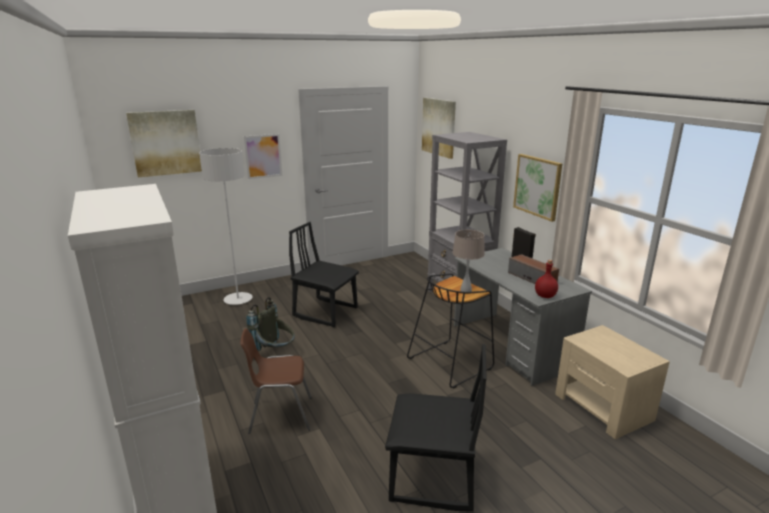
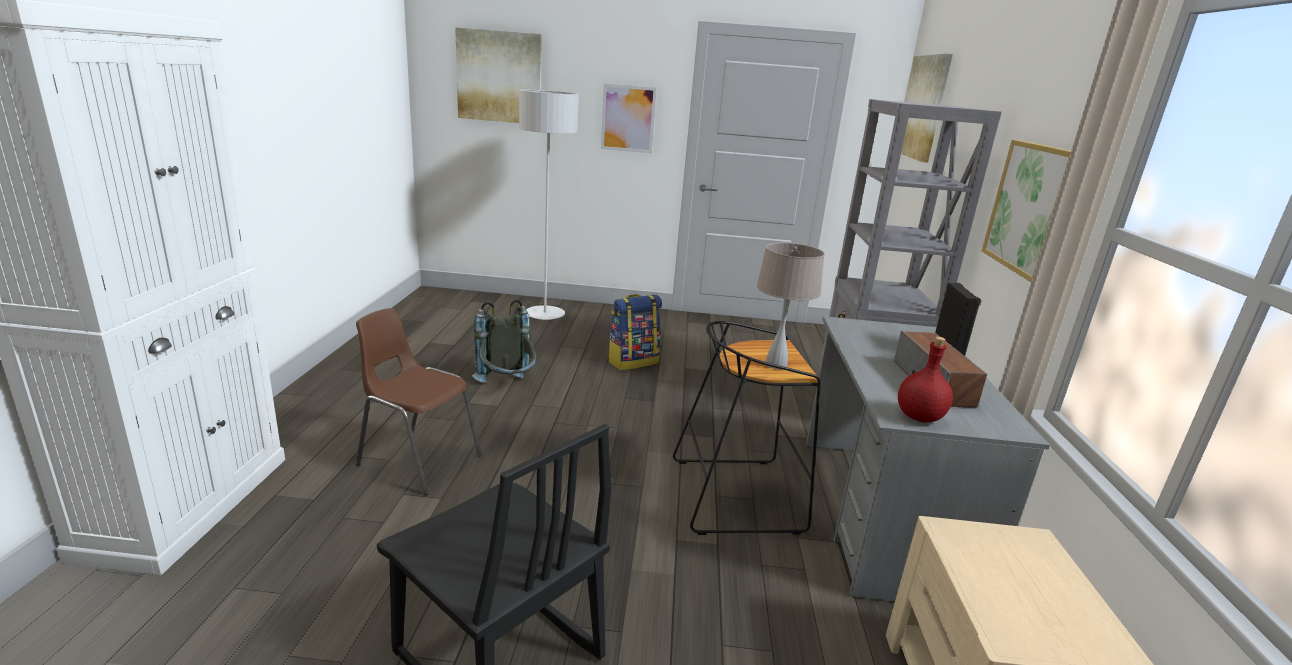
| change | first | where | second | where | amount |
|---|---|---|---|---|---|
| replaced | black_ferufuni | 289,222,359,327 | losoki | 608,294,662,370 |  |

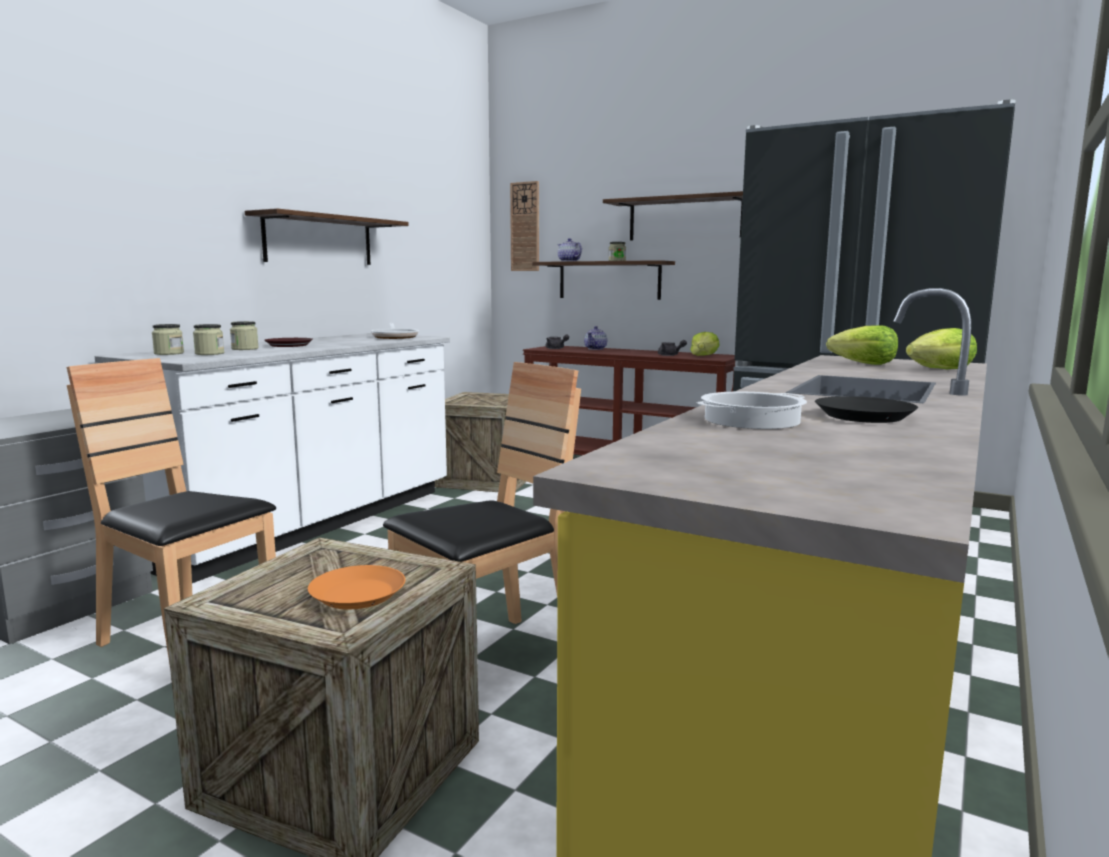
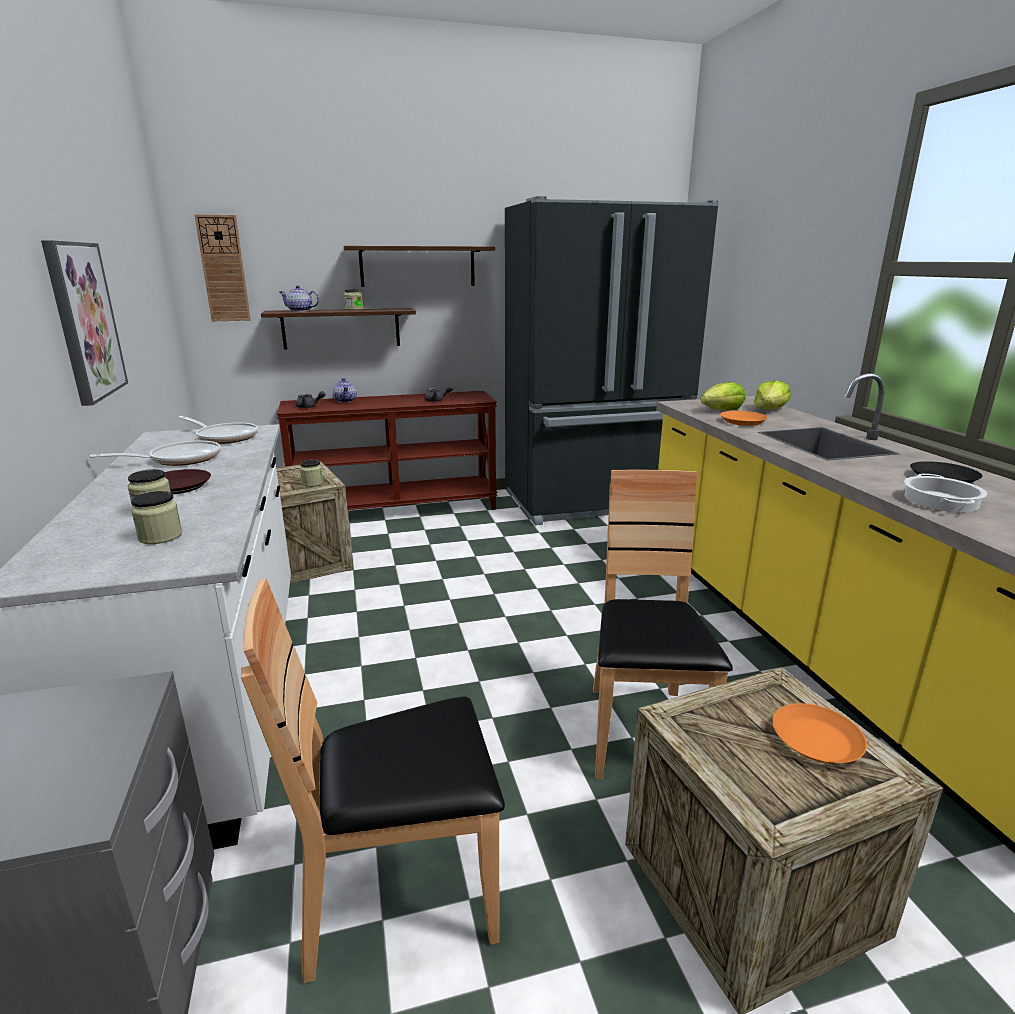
| change | first | where | second | where | amount |
|---|---|---|---|---|---|
| moved | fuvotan | 152,324,184,355 |  | 300,460,323,487 |  |
| replaced | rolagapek | 245,208,409,265 | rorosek | 41,240,128,406 |  |
| removed | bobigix | 690,332,720,356 |  |  |  |
| added |  |  | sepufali | 90,441,221,466 |  |
| added |  |  | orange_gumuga | 720,411,768,426 |  |

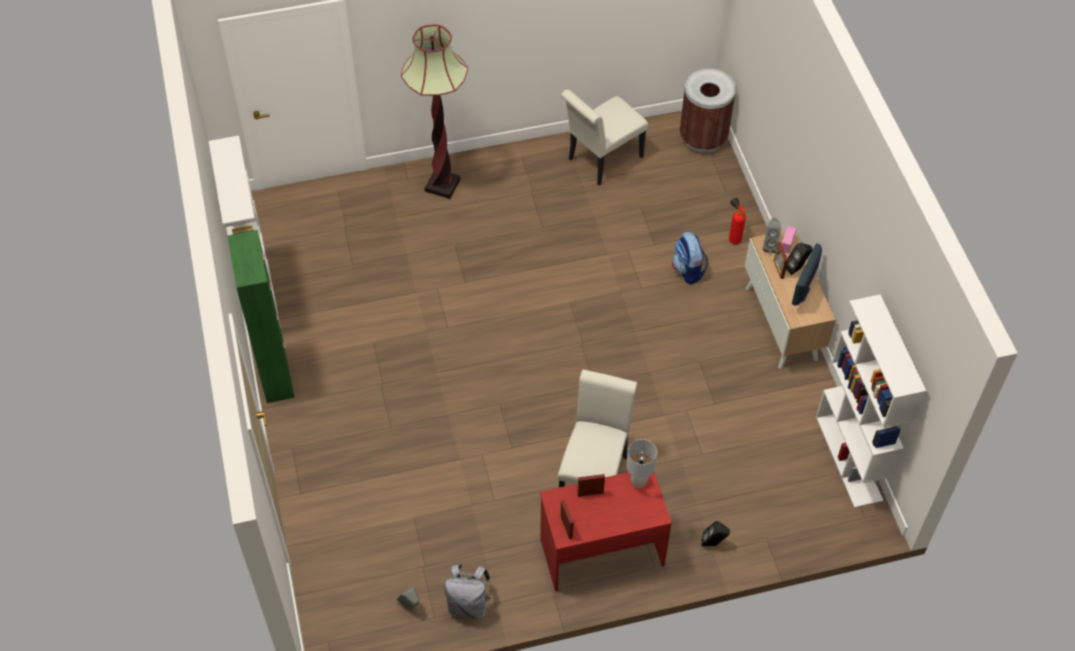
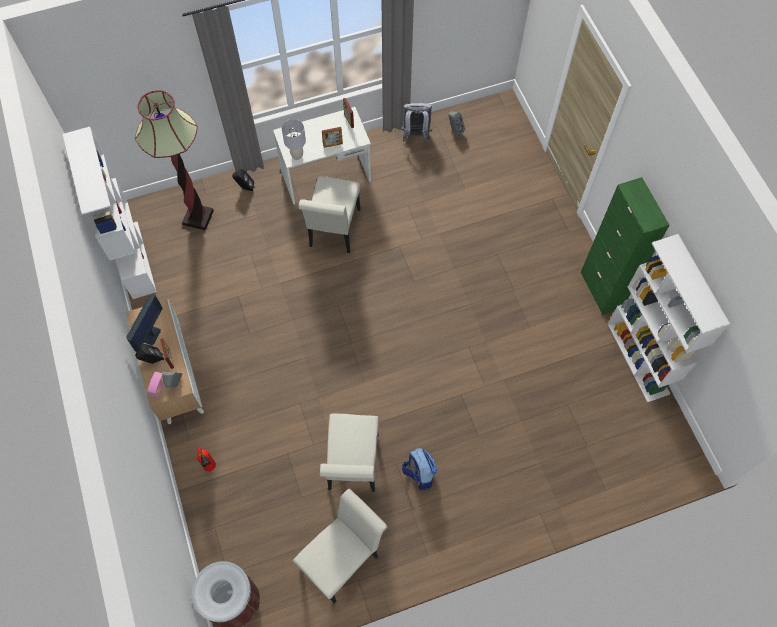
| change | first | where | second | where | amount |
|---|---|---|---|---|---|
| moved | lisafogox | 401,24,468,199 |  | 135,90,214,230 |  |
| recoloured | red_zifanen | 540,472,672,591 | white_zifanen | 273,107,371,204 |  |
| moved | losoki | 672,232,709,284 |  | 402,448,437,490 |  |
| added |  |  | white_ferufuni | 320,414,379,492 |  |

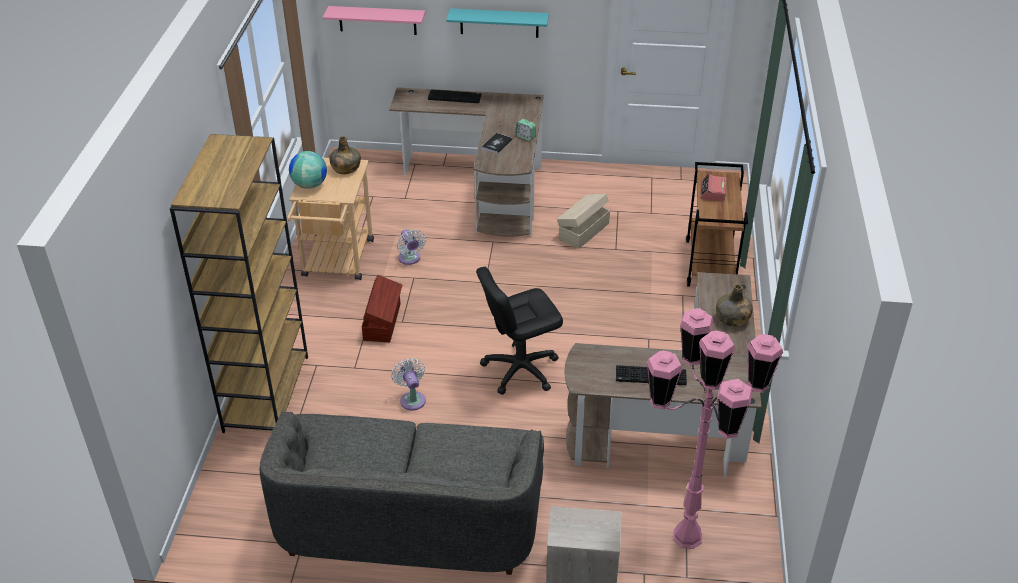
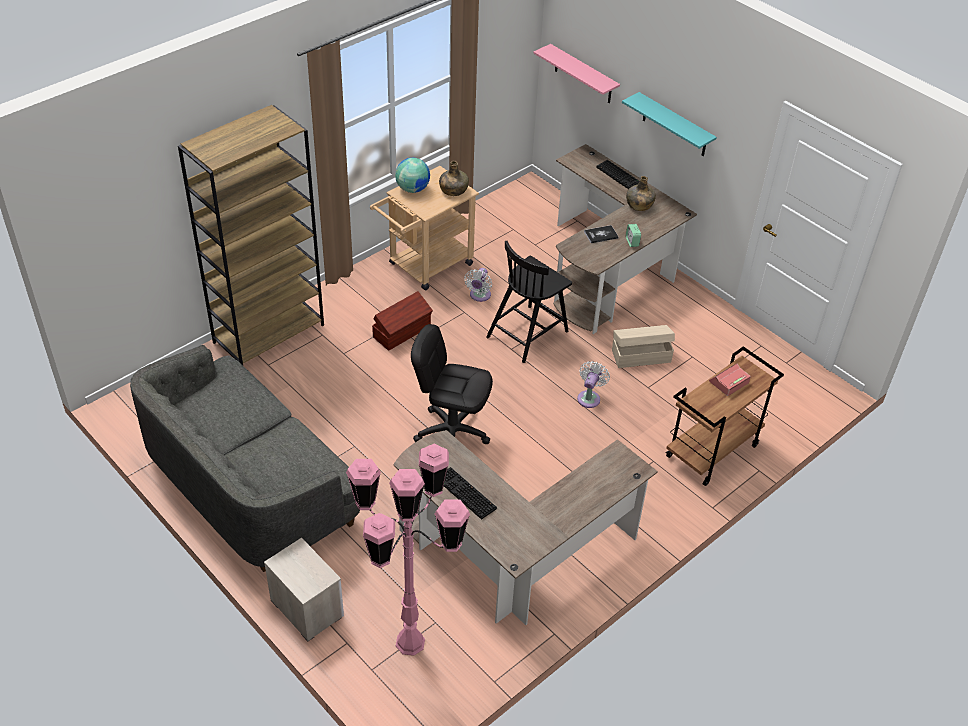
| change | first | where | second | where | amount |
|---|---|---|---|---|---|
| moved | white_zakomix | 391,358,426,410 |  | 577,361,610,408 |  |
| moved | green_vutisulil | 716,284,753,327 |  | 626,176,656,211 |  |
| added |  |  | black_ferufuni | 486,241,572,363 |  |

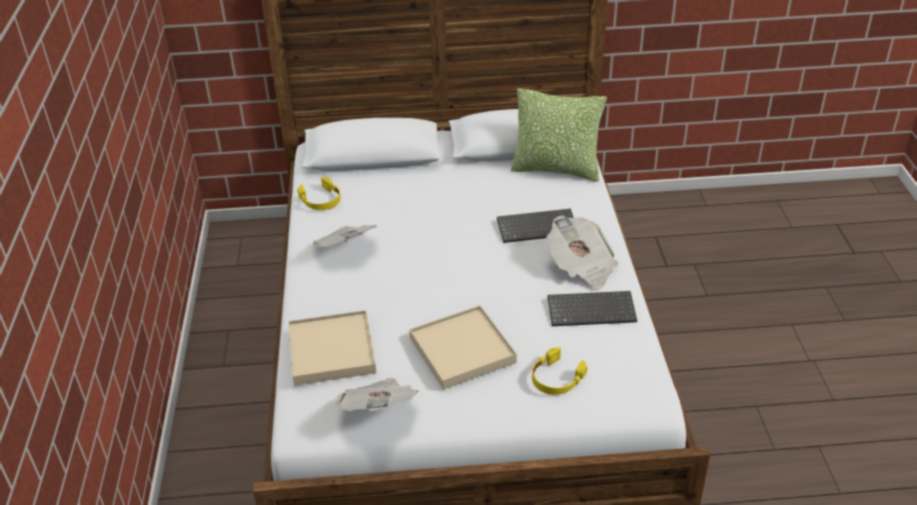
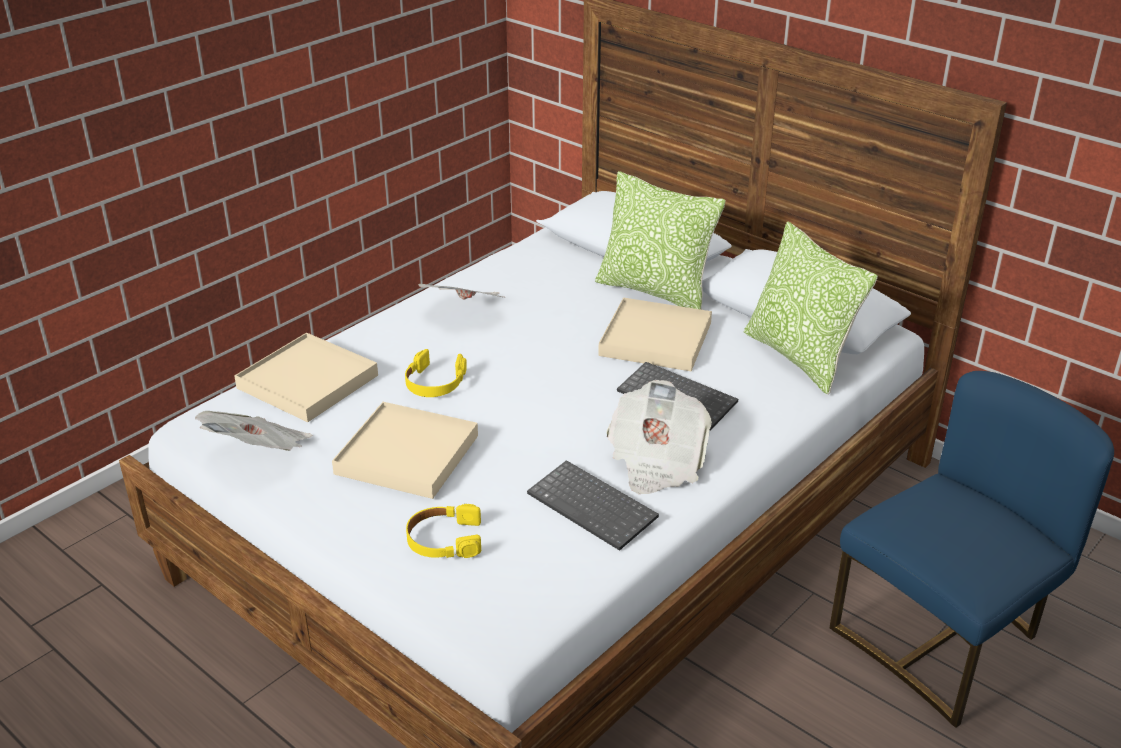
| change | first | where | second | where | amount |
|---|---|---|---|---|---|
| moved | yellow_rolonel | 297,177,341,210 |  | 405,349,467,397 |  |
| added |  |  | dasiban | 595,171,726,310 |  |
| added |  |  | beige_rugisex | 598,298,712,371 |  |
| added |  |  | blue_ferufuni | 830,371,1114,728 |  |

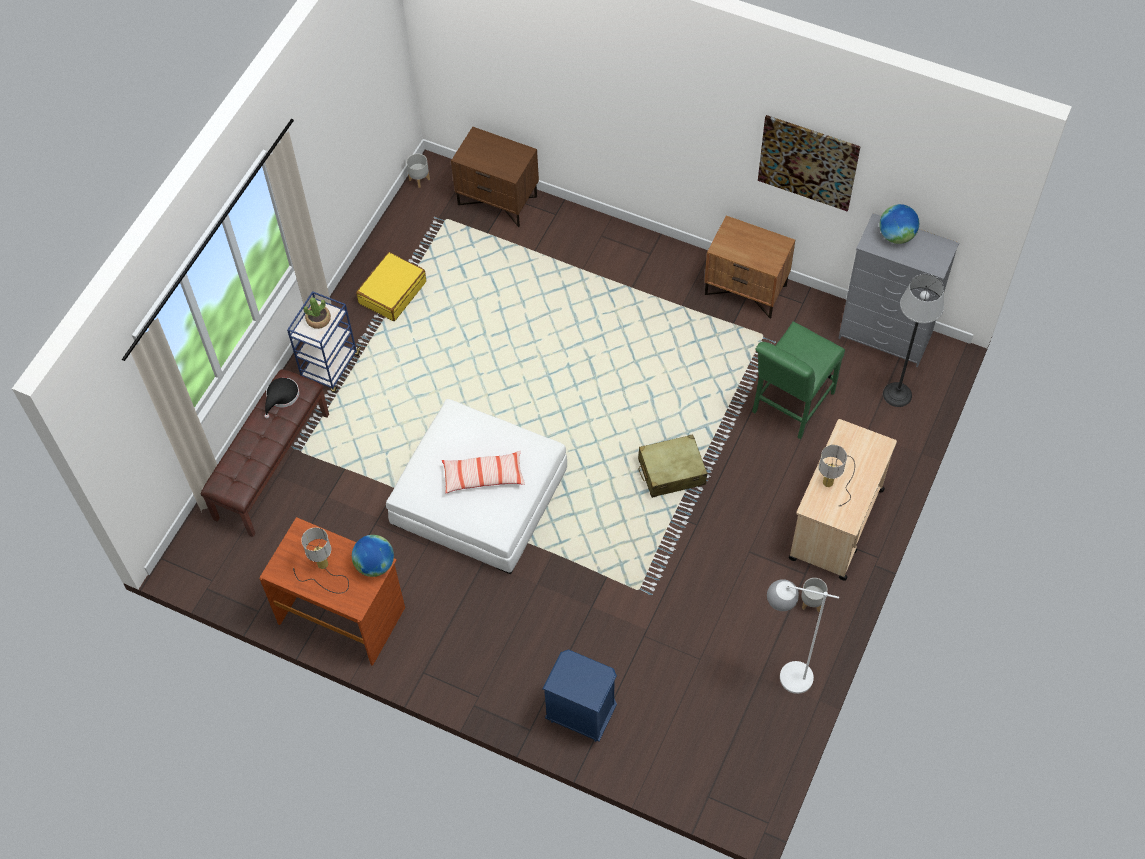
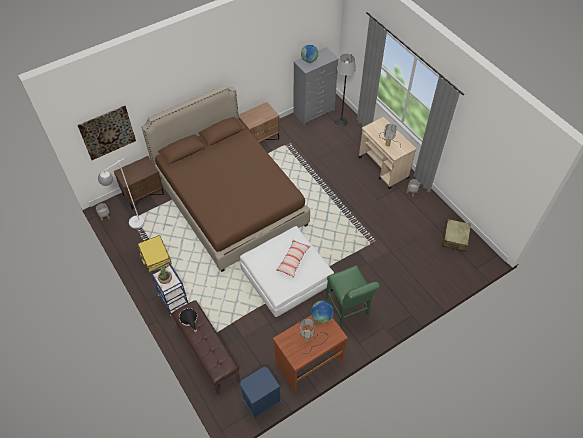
| change | first | where | second | where | amount |
|---|---|---|---|---|---|
| moved | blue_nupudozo | 543,649,617,742 |  | 239,366,281,418 |  |
| moved | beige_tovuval | 638,434,707,498 |  | 442,219,471,252 |  |
| moved | green_ferufuni | 752,321,845,439 |  | 326,265,380,327 |  |
| moved | rorosek | 758,115,861,211 |  | 77,106,136,160 |  |
| moved | white_lisafogox | 767,579,839,694 |  | 98,158,144,228 |  |
| added |  |  | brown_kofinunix | 141,85,310,272 |  |

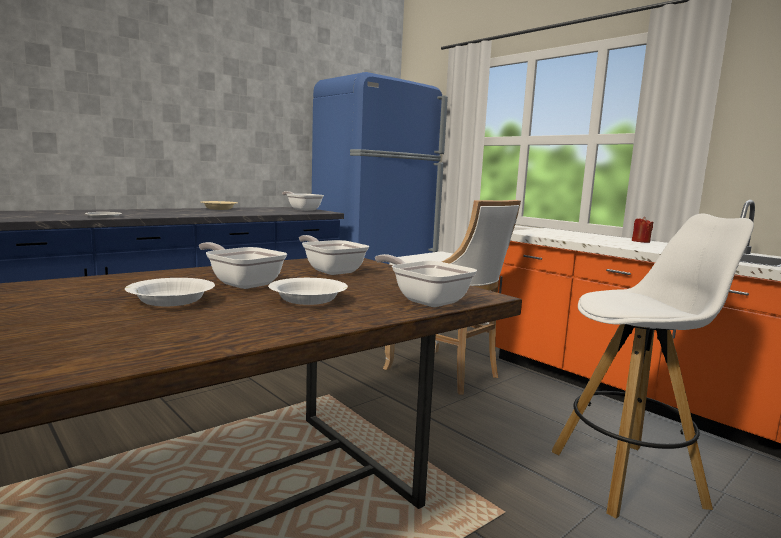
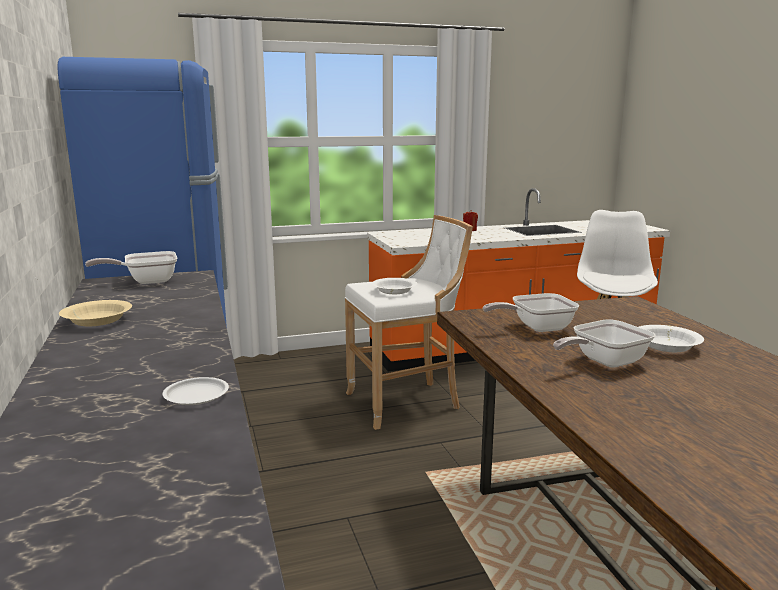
| change | first | where | second | where | amount |
|---|---|---|---|---|---|
| moved | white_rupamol | 125,278,215,306 |  | 372,278,417,294 |  |
| removed | sepufali | 375,254,477,307 |  |  |  |

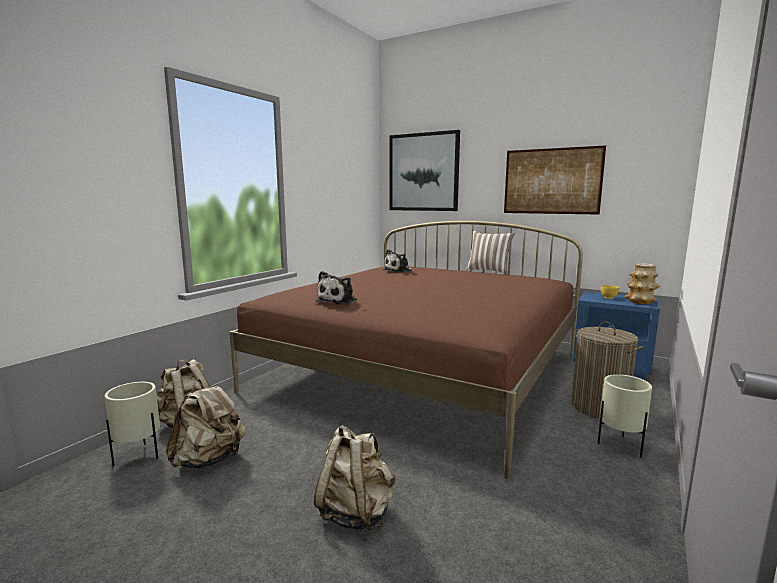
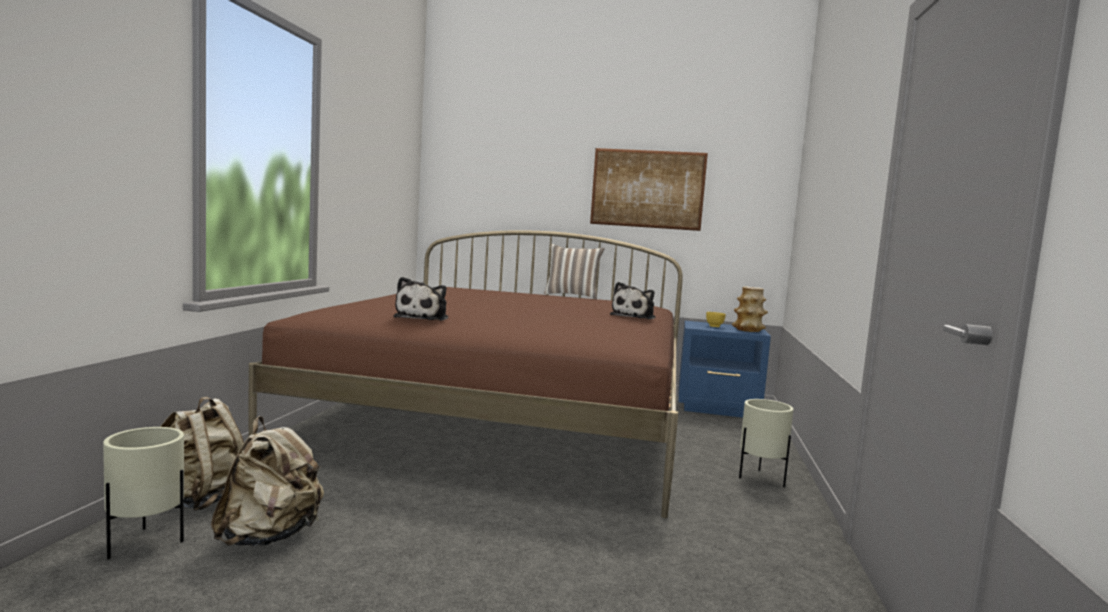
| change | first | where | second | where | amount |
|---|---|---|---|---|---|
| removed | beige_losoki | 314,425,395,531 |  |  |  |
| moved | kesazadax | 383,249,412,273 |  | 610,282,656,319 |  |
| removed | rorosek | 390,130,460,211 |  |  |  |
| removed | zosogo | 571,322,643,419 |  |  |  |

